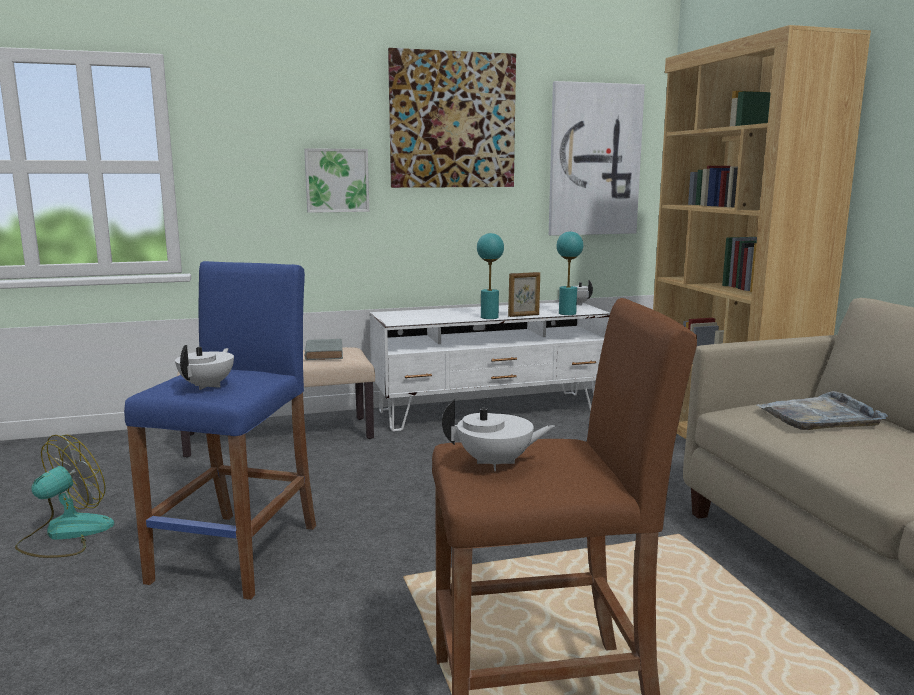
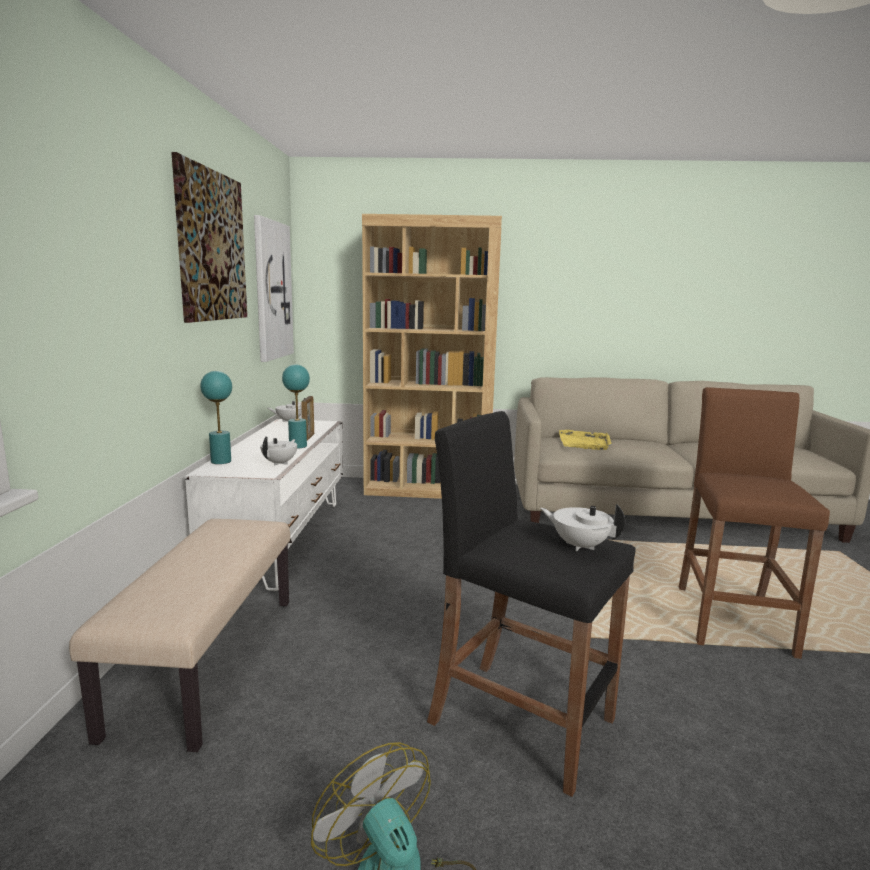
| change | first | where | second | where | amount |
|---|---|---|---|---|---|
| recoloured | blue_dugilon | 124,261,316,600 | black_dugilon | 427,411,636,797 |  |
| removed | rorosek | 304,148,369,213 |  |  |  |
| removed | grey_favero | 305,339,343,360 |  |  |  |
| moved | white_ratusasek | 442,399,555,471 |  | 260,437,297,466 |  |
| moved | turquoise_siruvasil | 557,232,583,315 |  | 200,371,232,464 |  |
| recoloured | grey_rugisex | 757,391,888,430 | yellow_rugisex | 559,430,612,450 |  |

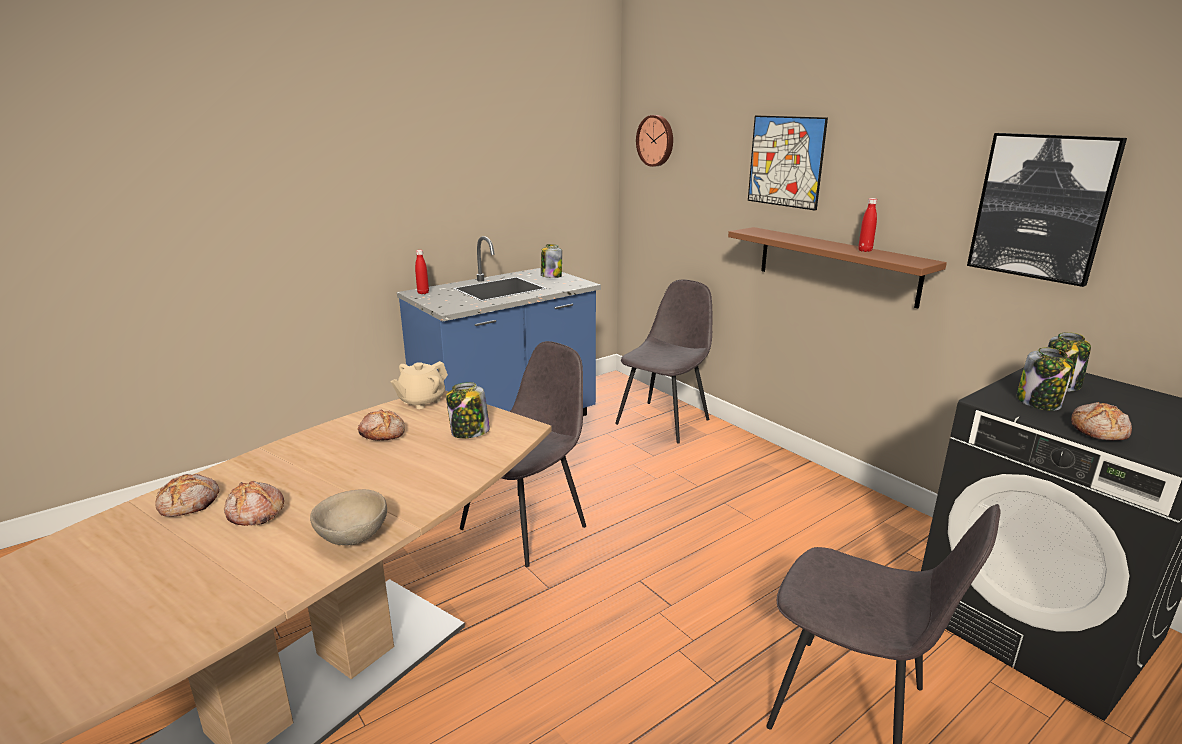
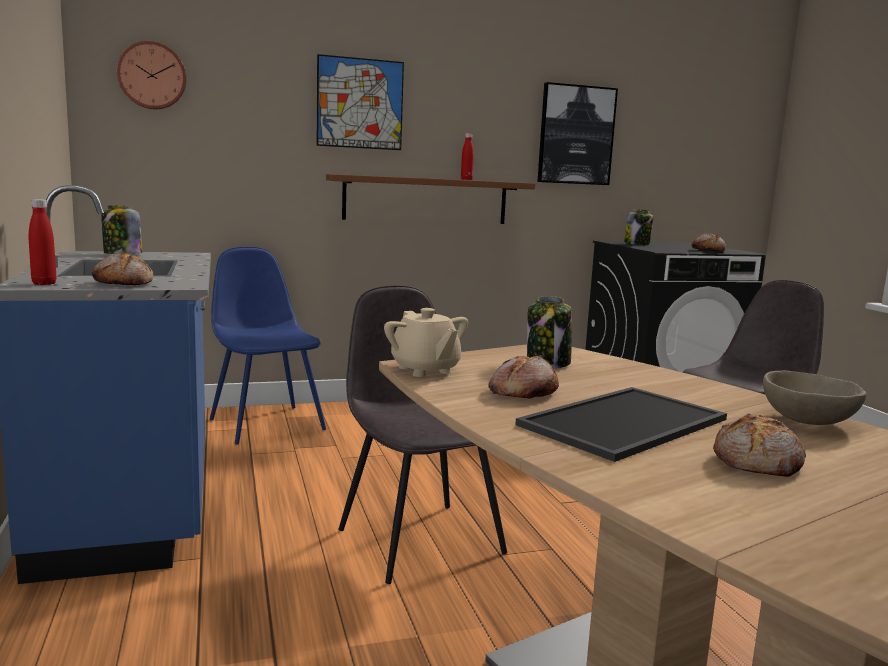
| change | first | where | second | where | amount |
|---|---|---|---|---|---|
| moved | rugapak | 155,474,220,517 |  | 92,253,153,285 |  |
| recoloured | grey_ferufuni | 615,279,712,443 | blue_ferufuni | 210,247,326,445 |  |
| removed | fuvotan | 1017,347,1074,411 |  |  |  |
| added |  |  | rugisex | 515,387,727,462 |  |

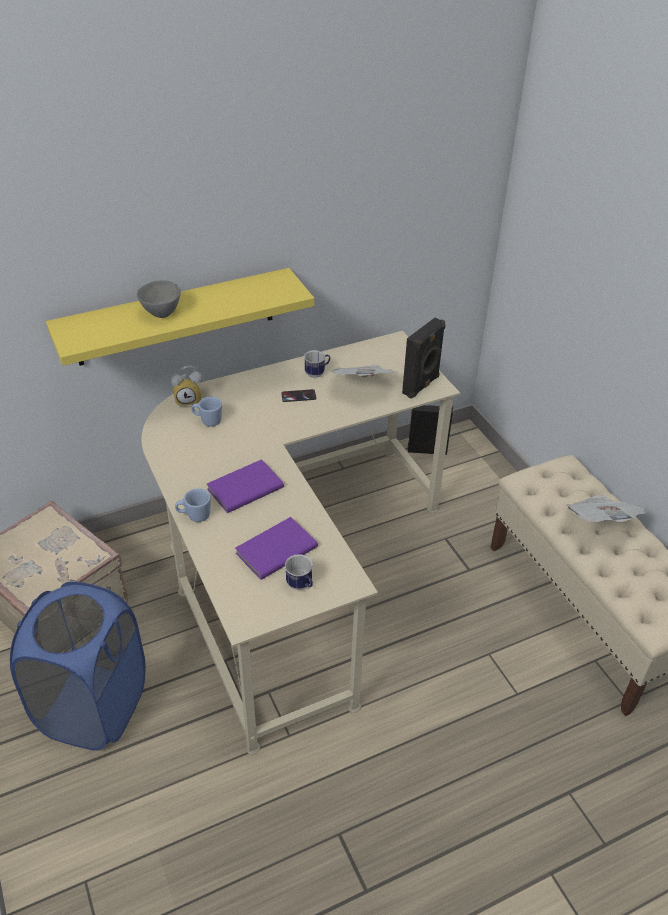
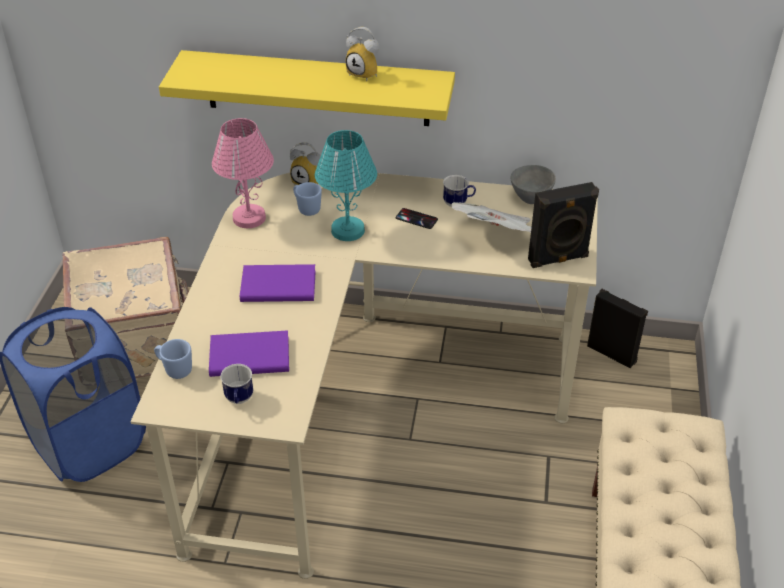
| change | first | where | second | where | amount |
|---|---|---|---|---|---|
| moved | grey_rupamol | 137,280,181,318 |  | 511,165,556,204 |  |
| moved | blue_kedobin | 175,488,211,522 |  | 154,339,192,379 |  |
| removed | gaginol | 566,495,646,522 |  |  |  |
| added |  |  | pink_siruvasil | 212,118,274,228 |  |
| added |  |  | turquoise_siruvasil | 315,130,377,241 |  |
| added |  |  | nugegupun | 346,27,379,81 |  |

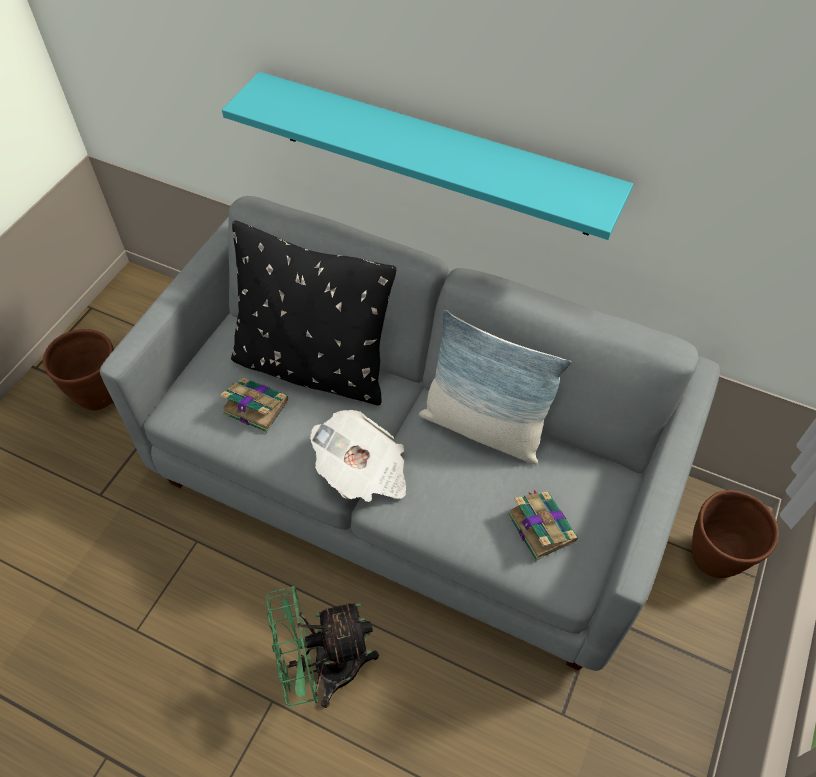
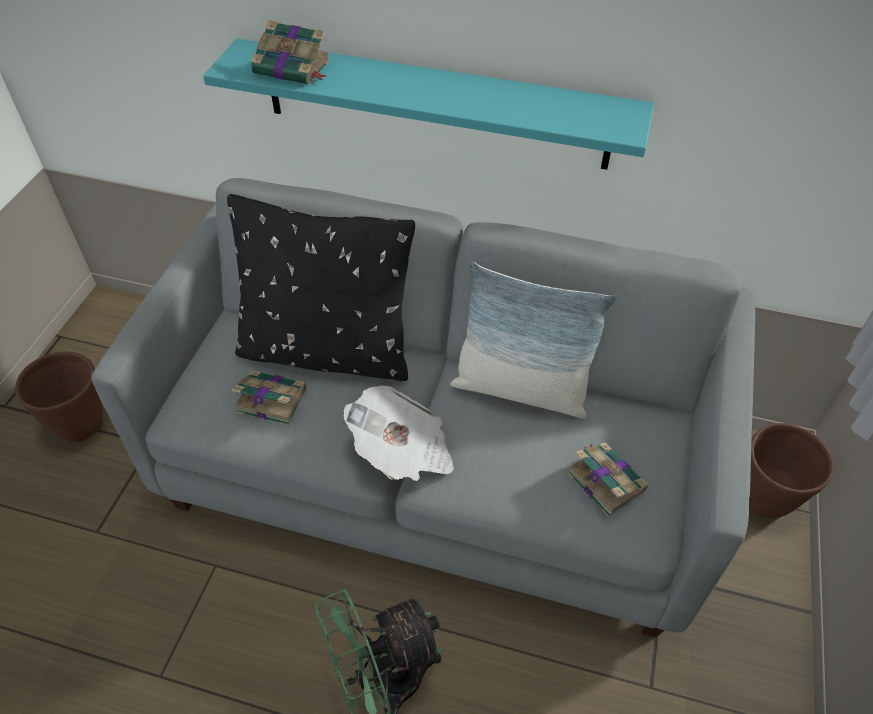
| change | first | where | second | where | amount |
|---|---|---|---|---|---|
| added |  |  | favero | 251,20,330,85 |  |

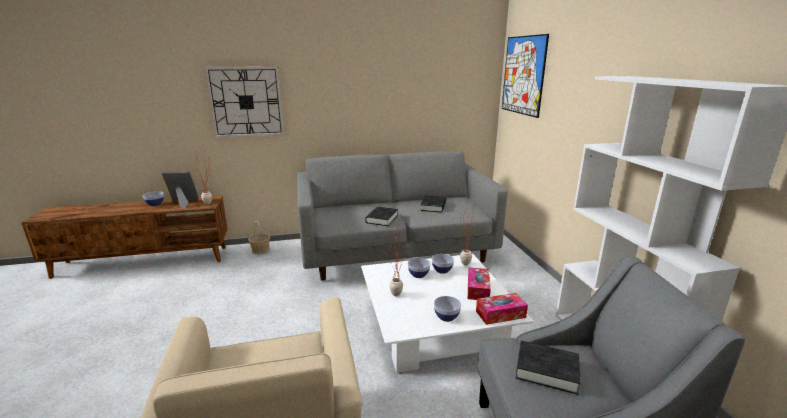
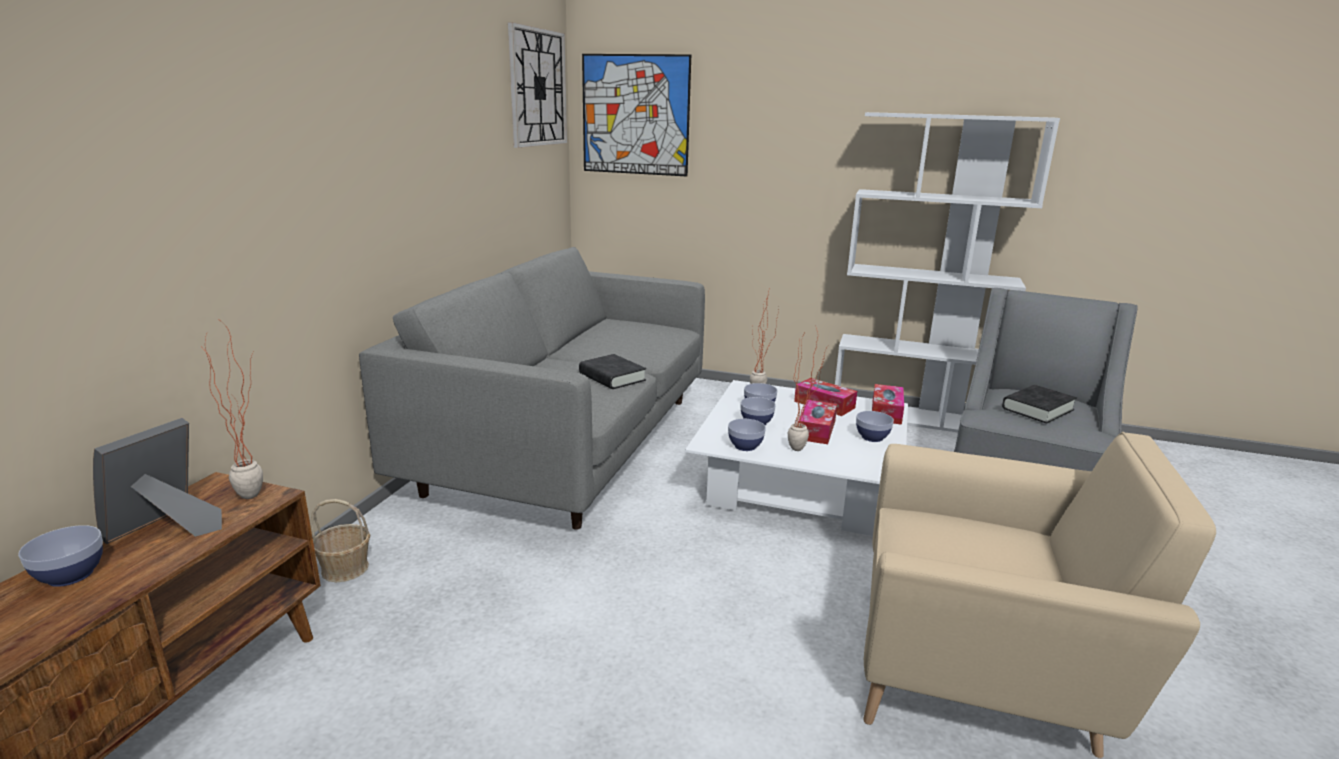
| change | first | where | second | where | amount |
|---|---|---|---|---|---|
| moved | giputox | 204,66,284,138 |  | 508,22,567,148 |  |
| removed | black_favero | 420,196,446,212 |  |  |  |
| added |  |  | rupamol | 728,419,766,451 |  |
| added |  |  | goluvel | 799,400,837,444 |  |

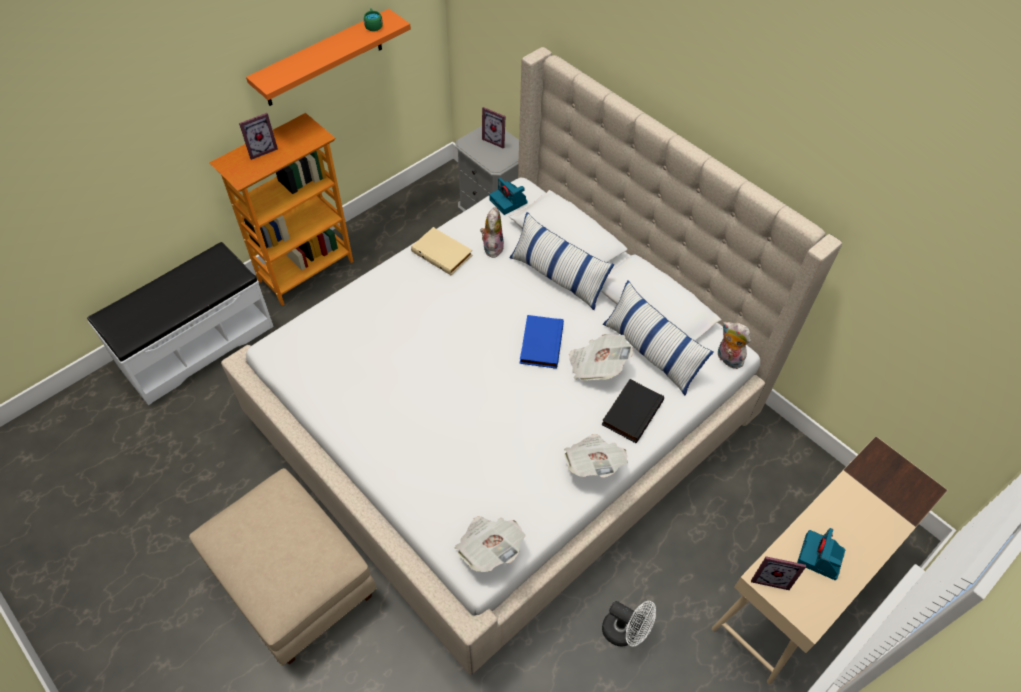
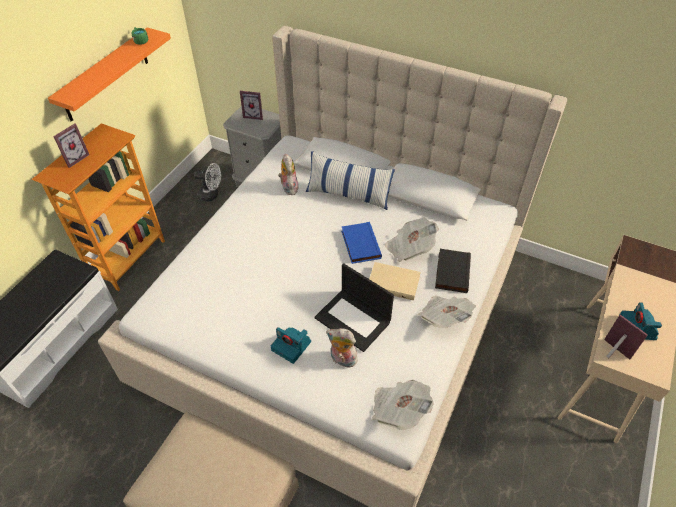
| change | first | where | second | where | amount |
|---|---|---|---|---|---|
| moved | beige_favero | 411,227,472,275 |  | 369,262,421,300 |  |
| moved | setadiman | 489,178,528,215 |  | 271,327,311,364 |  |
| moved | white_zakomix | 602,601,656,647 |  | 194,163,221,202 |  |
| removed | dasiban | 603,280,714,395 |  |  |  |
| moved | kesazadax | 718,322,751,369 |  | 326,328,358,368 |  |
| turned | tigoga | 751,556,806,590 |  | 604,314,648,359 | 120 degrees counterclockwise |
| added |  |  | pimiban | 315,263,394,352 |  |

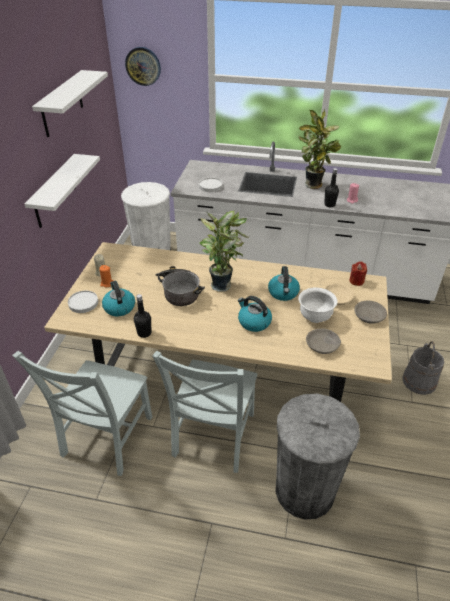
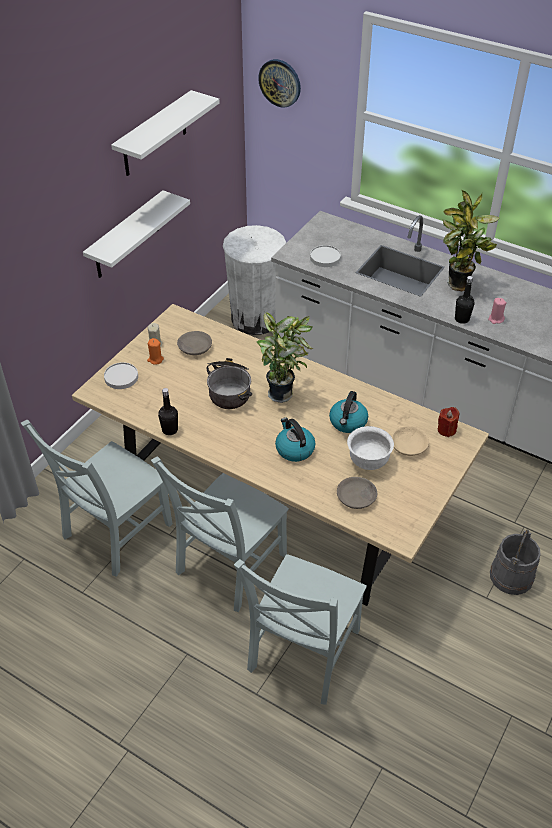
| change | first | where | second | where | amount |
|---|---|---|---|---|---|
| removed | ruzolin | 102,281,135,316 |  |  |  |
| replaced | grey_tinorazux | 275,394,360,519 | grey_ferufuni | 234,554,367,705 |  |
| moved | grey_rupamol | 354,301,387,324 |  | 177,331,212,355 |  |

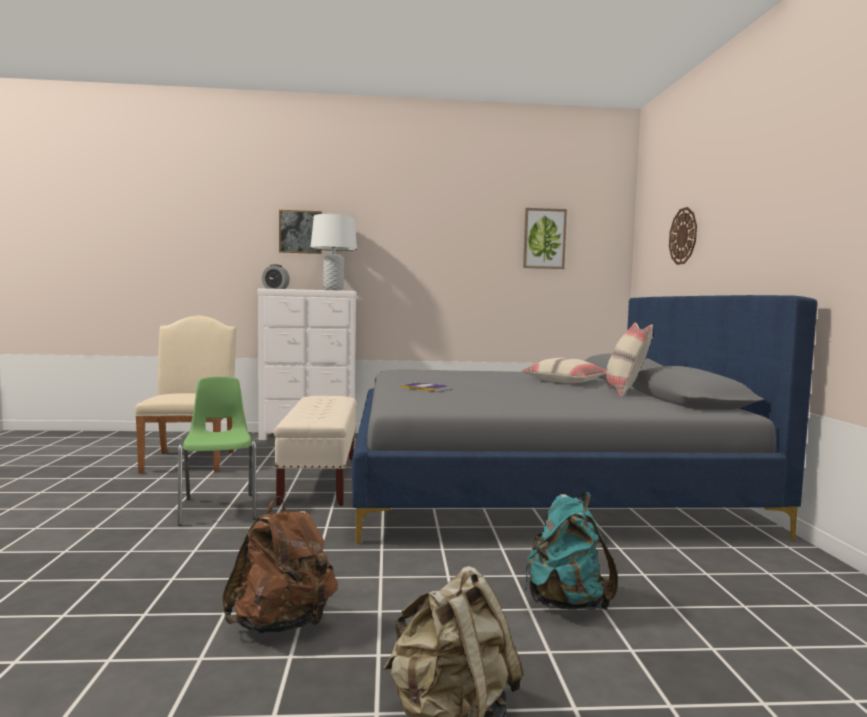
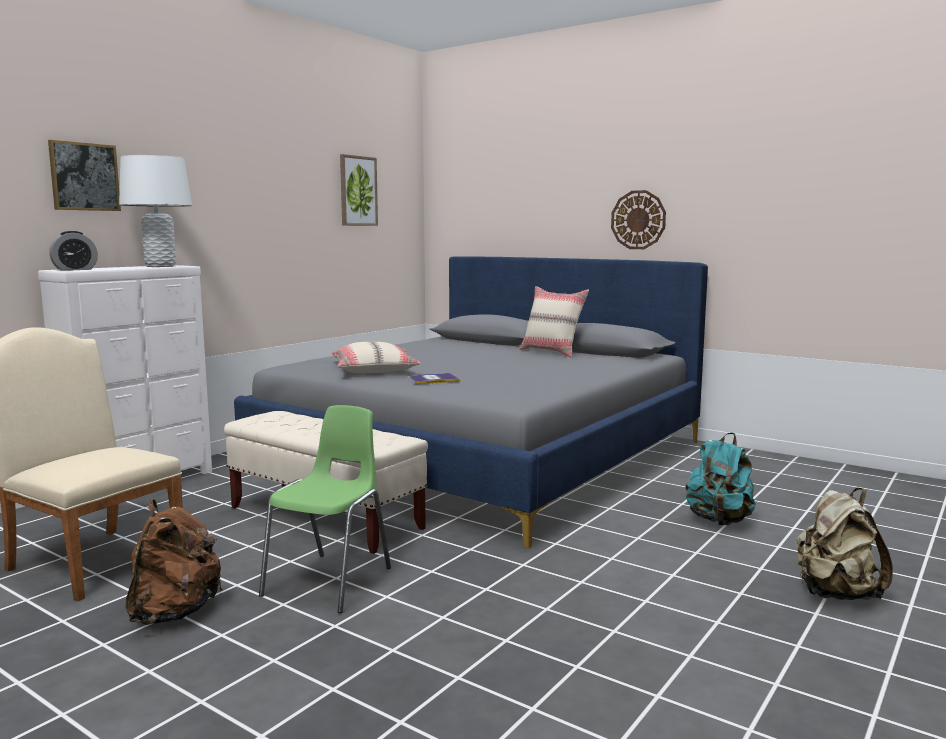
| change | first | where | second | where | amount |
|---|---|---|---|---|---|
| turned | green_ferufuni | 178,376,257,526 |  | 259,405,391,613 | 90 degrees clockwise |
| moved | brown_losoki | 222,496,338,634 |  | 125,499,223,625 |  |
| moved | beige_dasiban | 521,358,606,383 |  | 332,342,420,373 |  |
| moved | giputox | 669,207,697,265 |  | 611,190,666,249 |  |

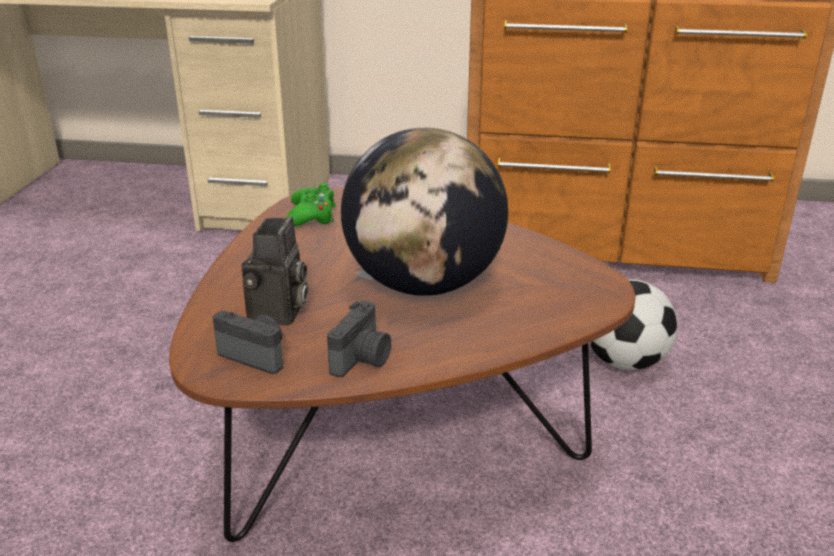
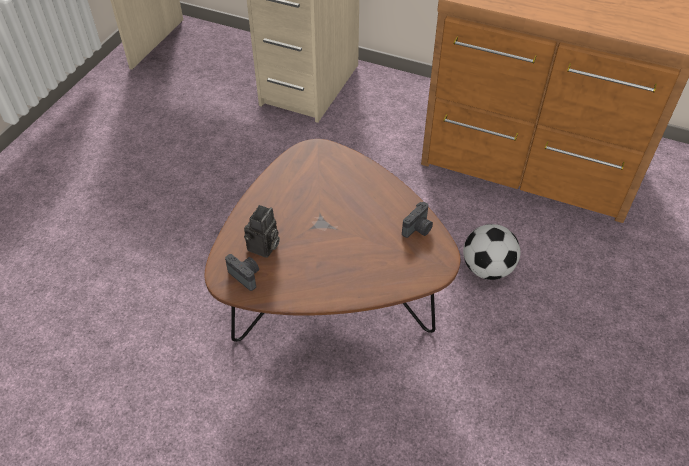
| change | first | where | second | where | amount |
|---|---|---|---|---|---|
| removed | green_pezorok | 286,183,336,226 |  |  |  |
| moved | setadiman | 327,301,391,378 |  | 402,202,433,238 |  |
| removed | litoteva | 341,128,508,296 |  |  |  |

